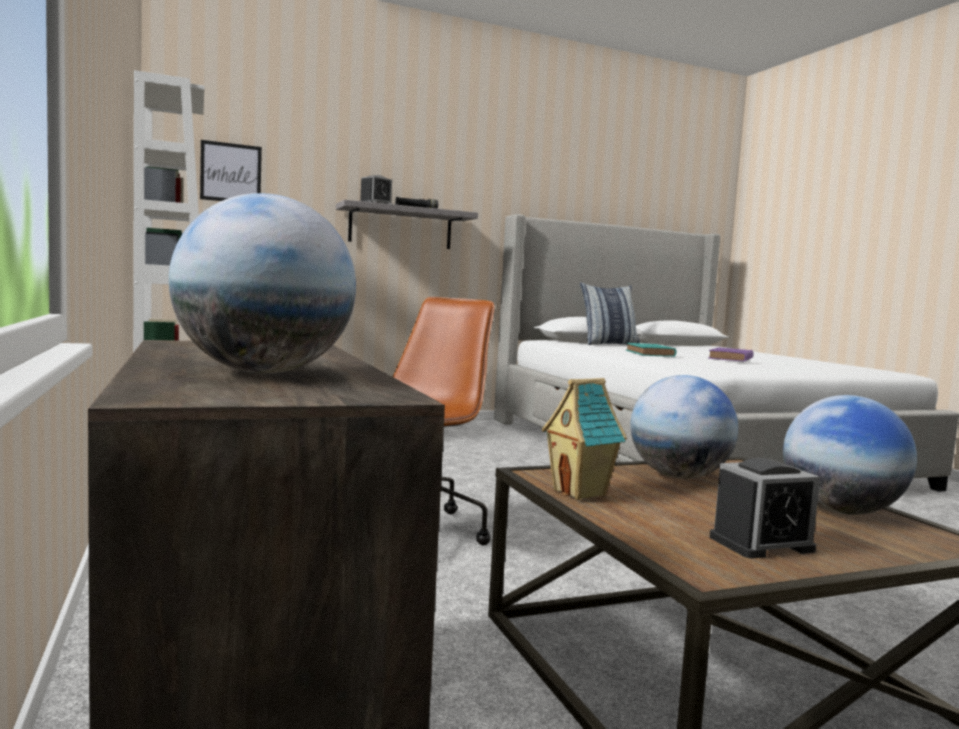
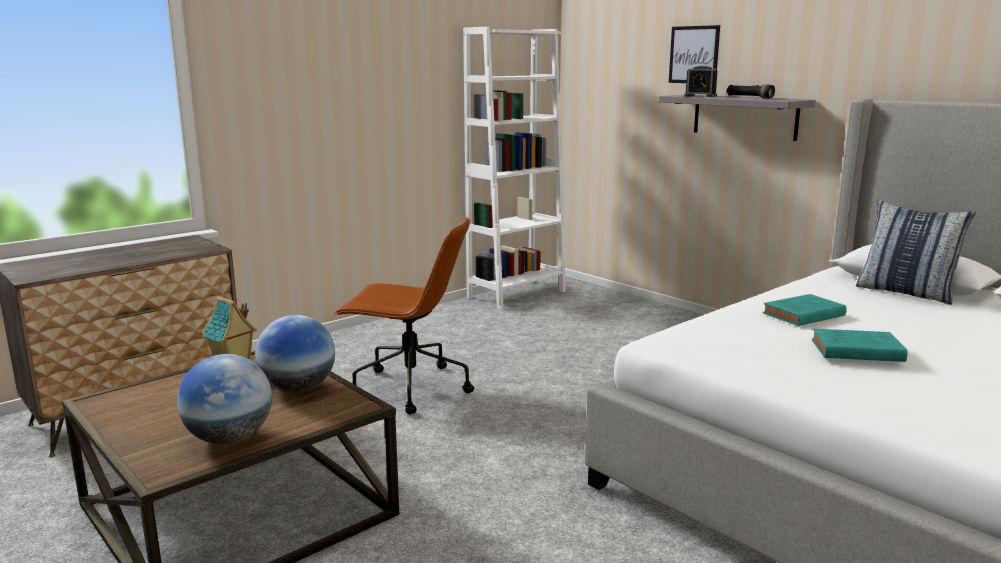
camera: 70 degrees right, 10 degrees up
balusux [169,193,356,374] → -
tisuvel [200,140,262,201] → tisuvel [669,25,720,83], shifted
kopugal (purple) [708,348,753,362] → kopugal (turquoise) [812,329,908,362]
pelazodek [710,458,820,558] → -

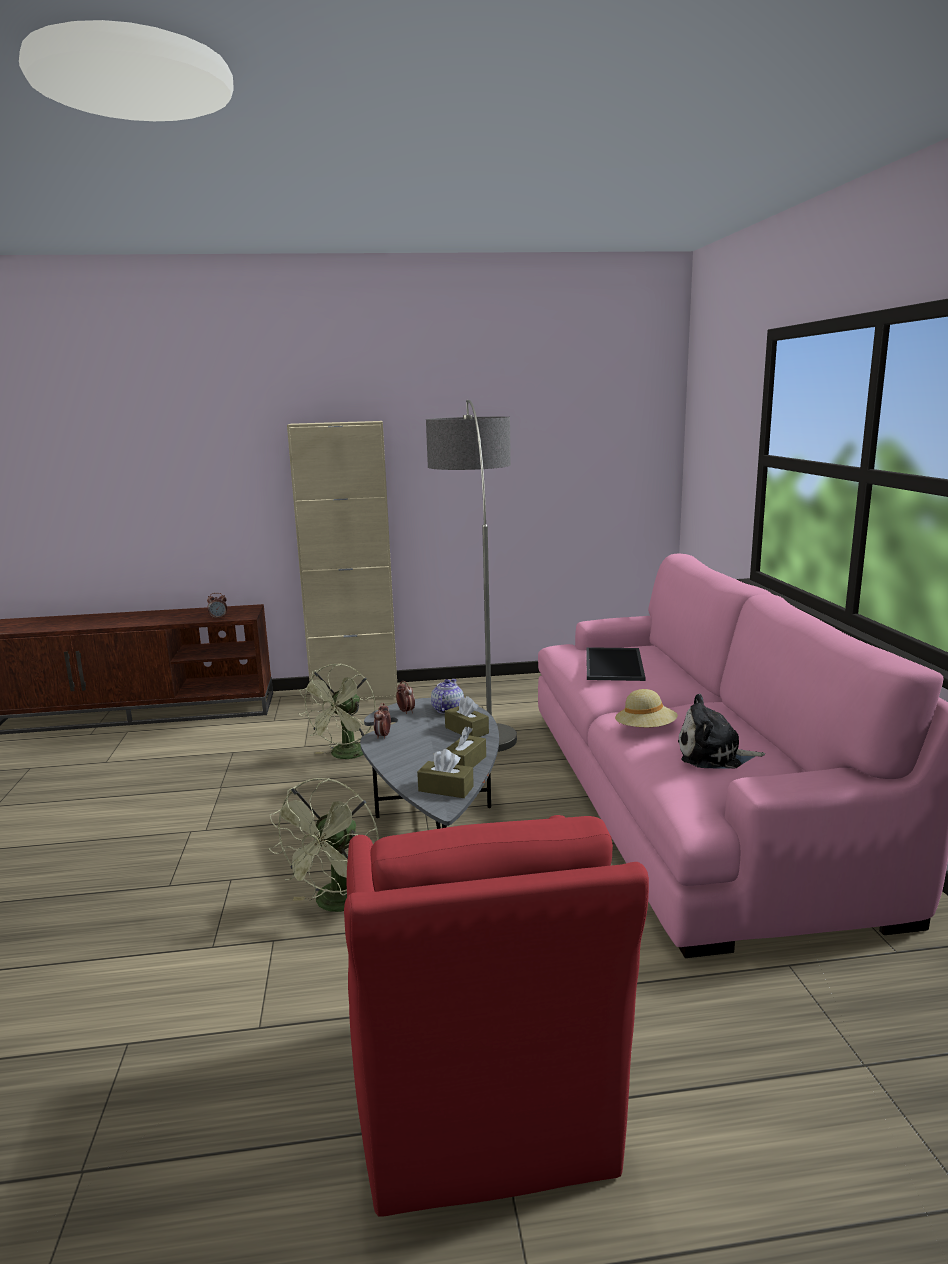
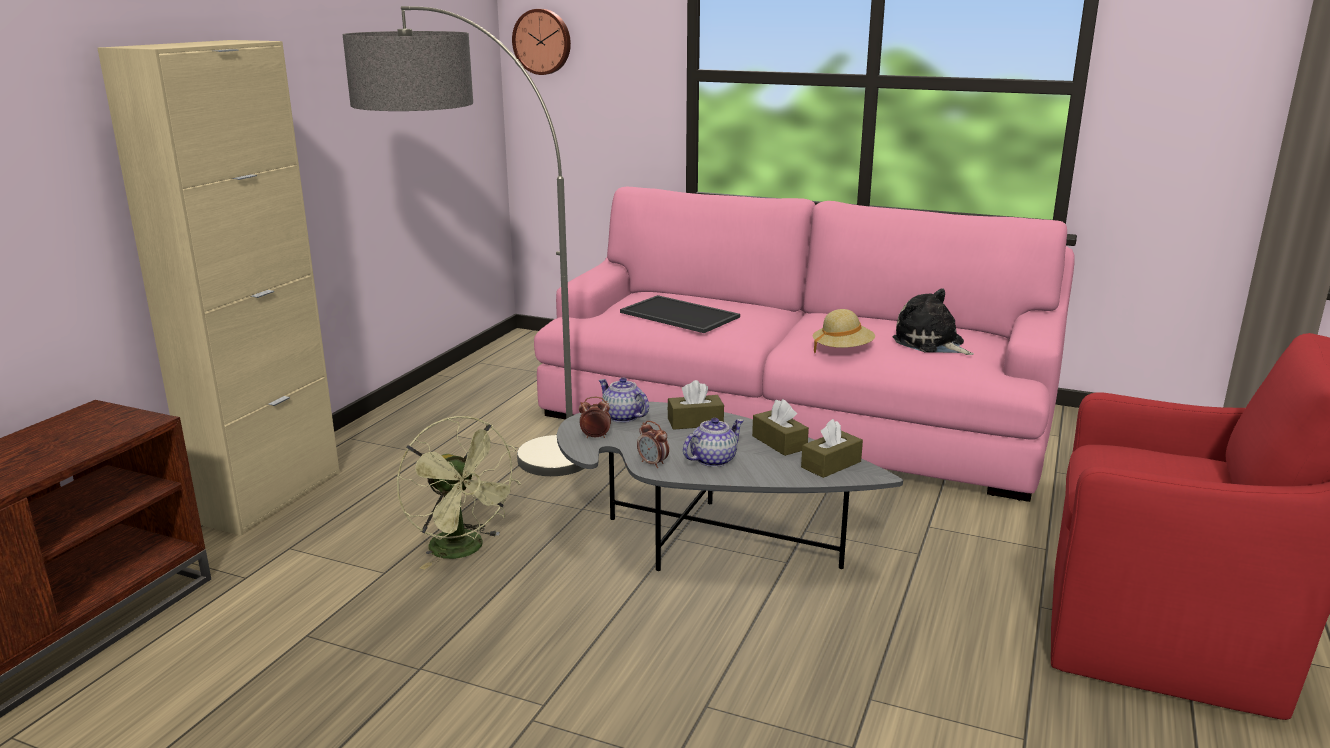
camera: 60 degrees left, 5 degrees up
pelazodek [207,593,227,619] → -
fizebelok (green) [268,778,379,912] → -
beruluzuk [678,694,765,769] → beruluzuk [893,288,974,355], 105 degrees clockwise
- → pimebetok [512,9,571,75]
- → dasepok [683,418,744,467]

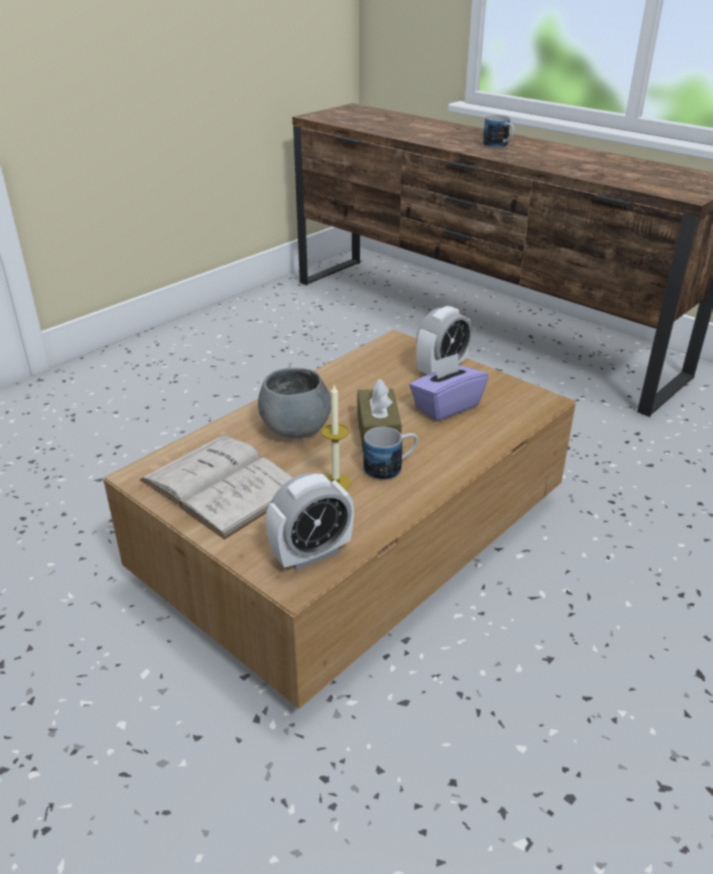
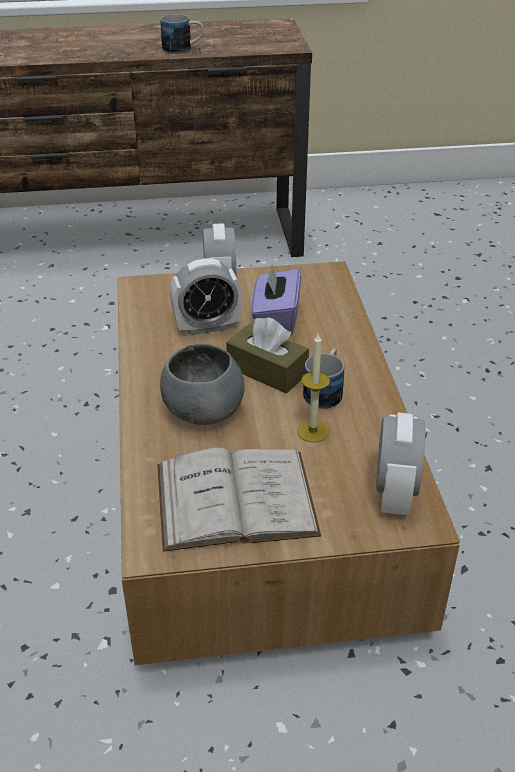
camera: 50 degrees left, 5 degrees up
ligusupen [483,115,514,148] → ligusupen [160,14,204,54], shifted
- → pelazodek [170,258,242,335]

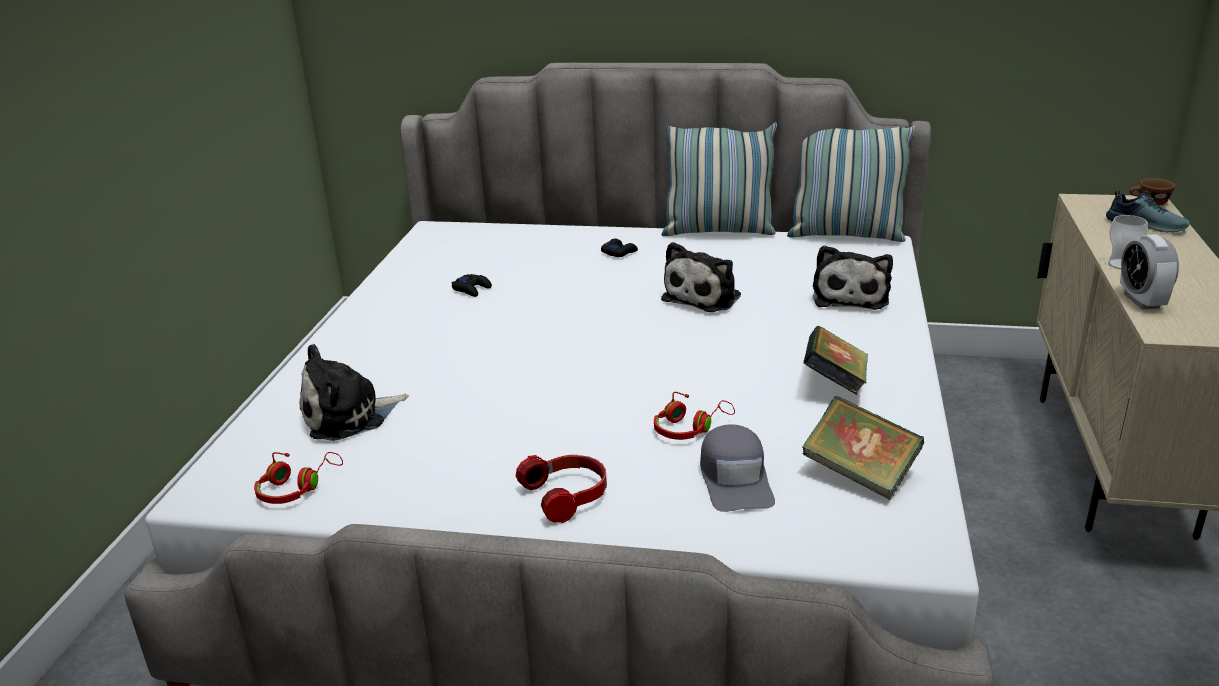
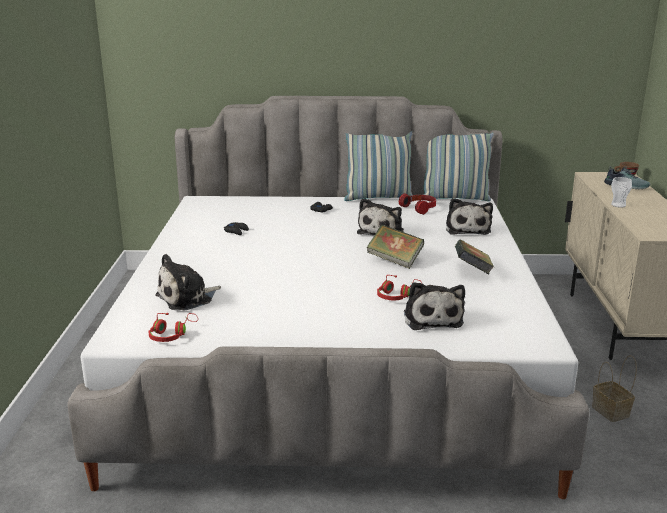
camera: 10 degrees left, 5 degrees down
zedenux [516,455,607,523] → zedenux [399,193,436,215], shifted
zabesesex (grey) [700,424,775,512] → beruluzuk [404,282,465,330]
kopugal [802,396,924,500] → kopugal [367,224,424,269], shifted
pelazodek [1120,235,1179,310] → -
- → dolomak [592,355,637,422]

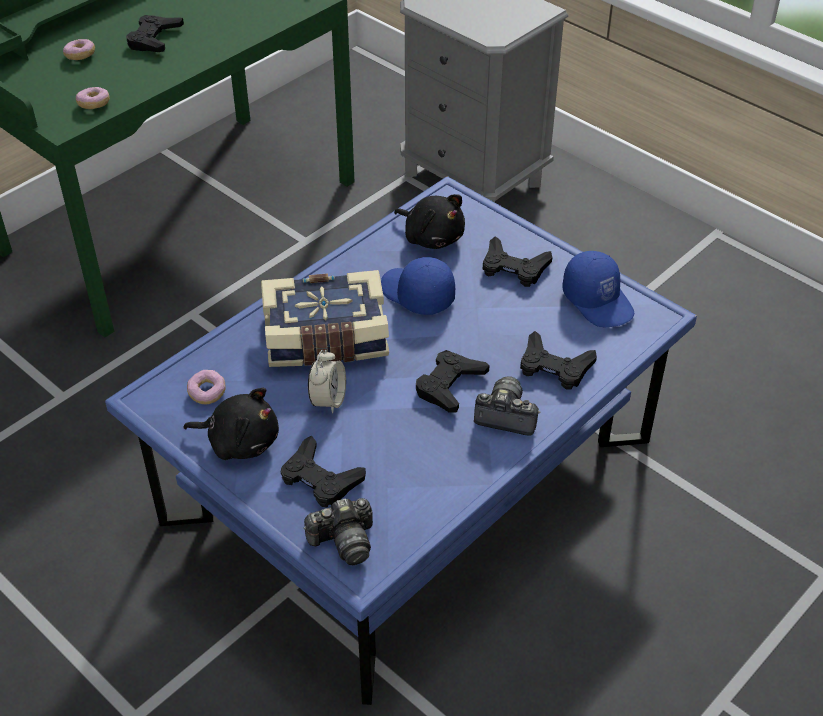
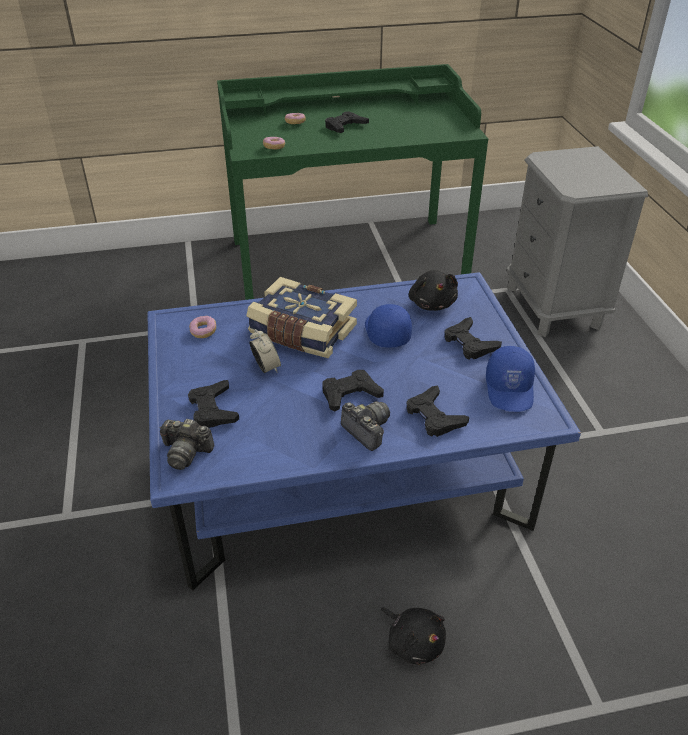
camera: 35 degrees right, 5 degrees down
beruluzuk (black) [184,388,279,460] → beruluzuk (black) [381,607,446,665], shifted
pelazodek [308,350,346,414] → pelazodek [249,329,281,373], 75 degrees counterclockwise

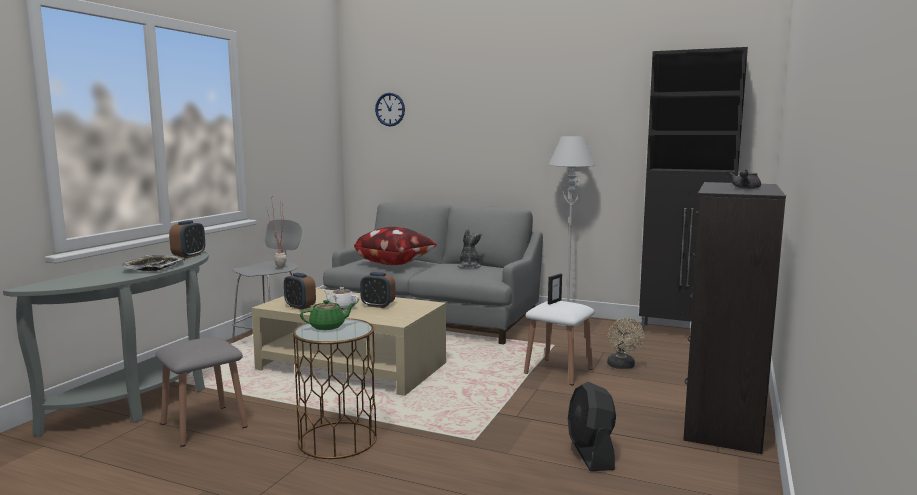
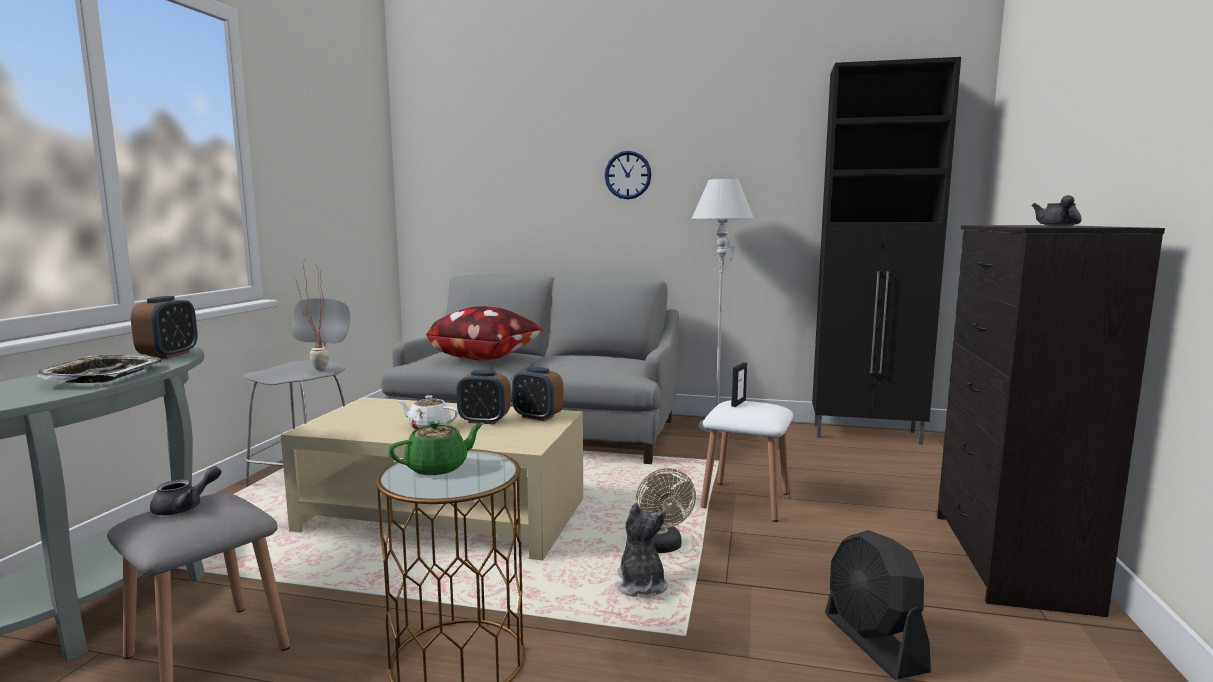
camera: 10 degrees left, 0 degrees up
pelazodek [284,273,316,310] → pelazodek [512,367,564,421], shifted
pimebetok [375,93,405,127] → pimebetok [605,151,651,199], shifted
beruluzuk [457,228,482,268] → beruluzuk [615,503,668,597], shifted
fizebelok (beige) [607,318,644,369] → fizebelok (beige) [635,468,696,553], shifted
- → dasepok (grey) [150,466,221,515]

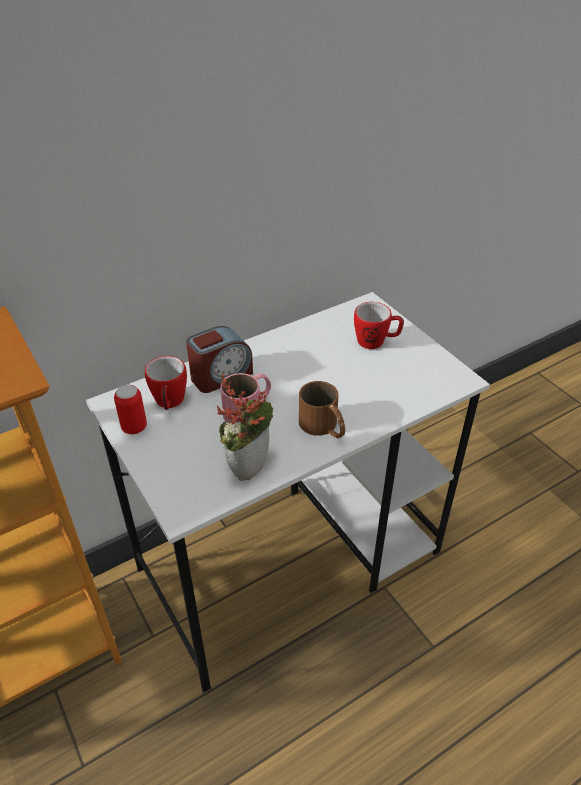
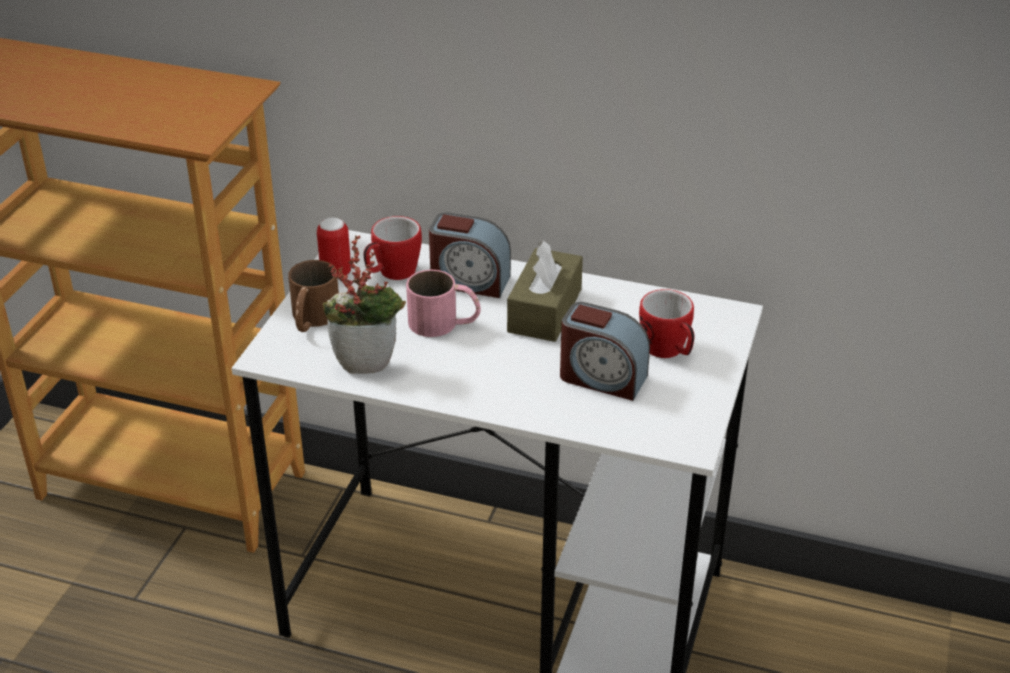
camera: 50 degrees right, 5 degrees down
ligusupen (brown) [299,381,345,438] → ligusupen (brown) [288,260,339,332], shifted
- → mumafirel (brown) [507,241,583,342]
- → pelazodek [560,302,650,401]

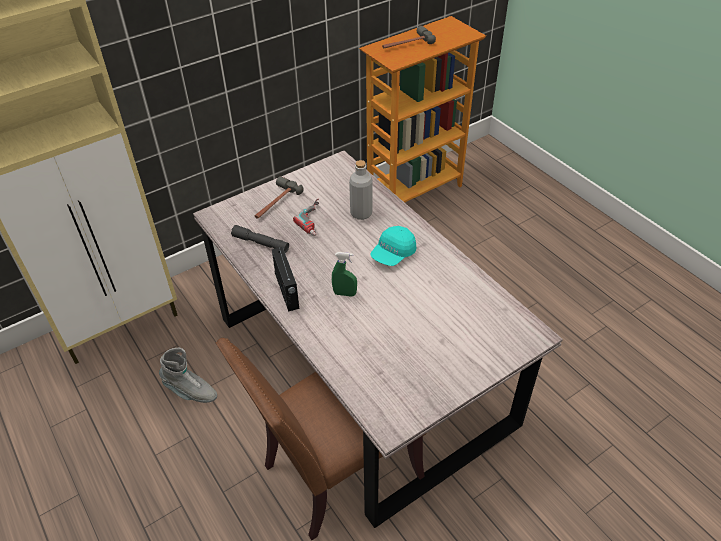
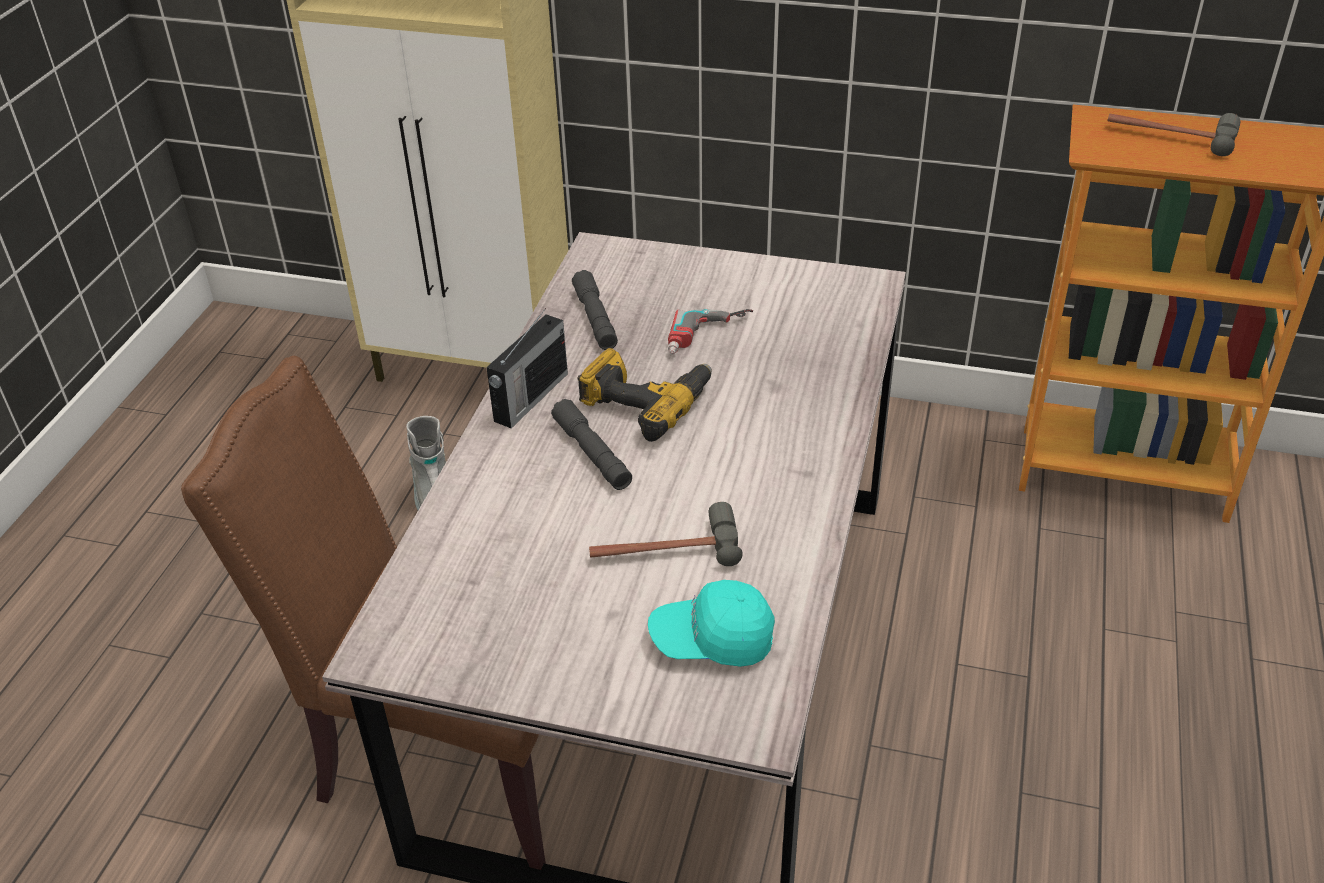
camera: 50 degrees right, 5 degrees down
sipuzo [255,176,304,219] → sipuzo [589,502,743,566], shifted
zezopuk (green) [332,252,357,296] → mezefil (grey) [551,399,632,490]
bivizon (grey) [349,160,373,220] → -
zabesesex (turquoise) [370,226,416,266] → zabesesex (turquoise) [648,580,775,667], shifted
- → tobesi [577,348,712,442]

